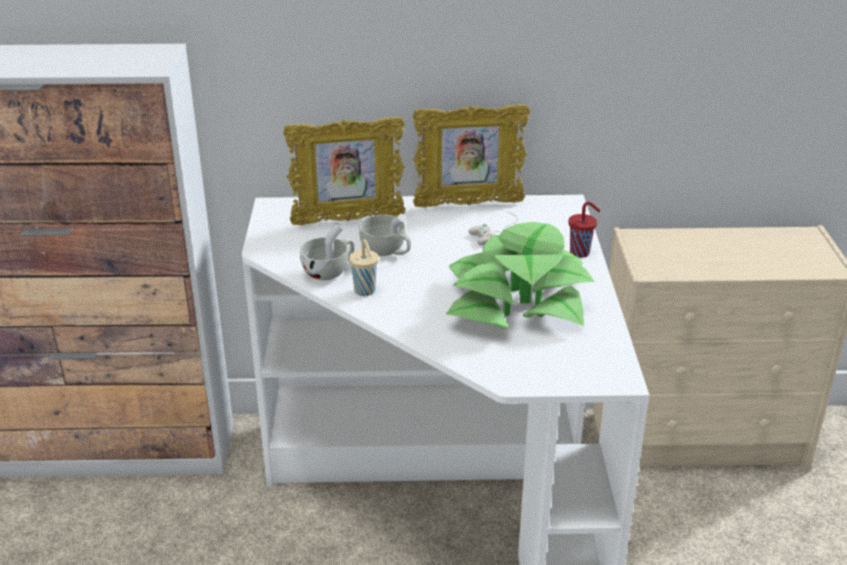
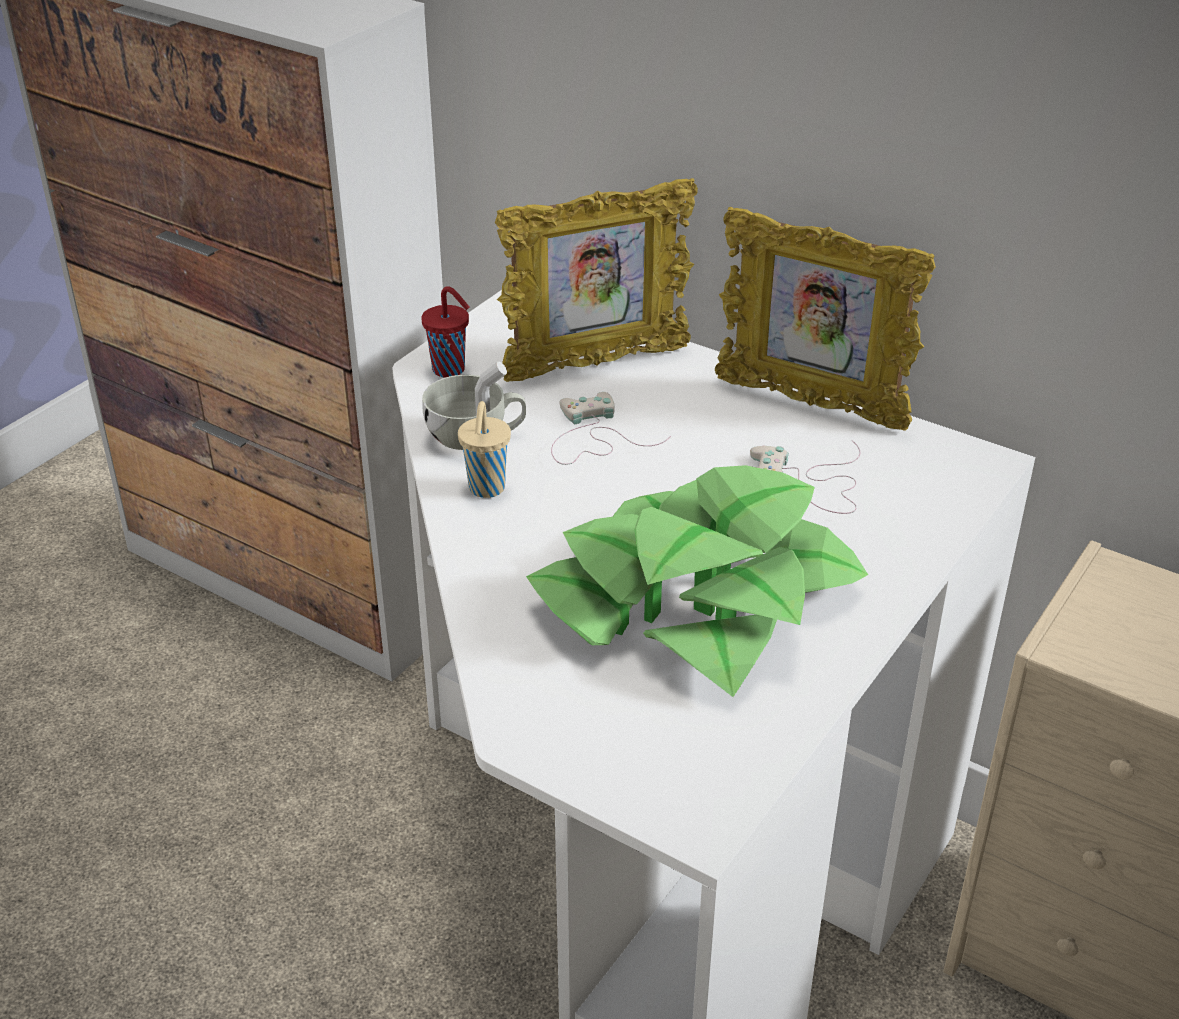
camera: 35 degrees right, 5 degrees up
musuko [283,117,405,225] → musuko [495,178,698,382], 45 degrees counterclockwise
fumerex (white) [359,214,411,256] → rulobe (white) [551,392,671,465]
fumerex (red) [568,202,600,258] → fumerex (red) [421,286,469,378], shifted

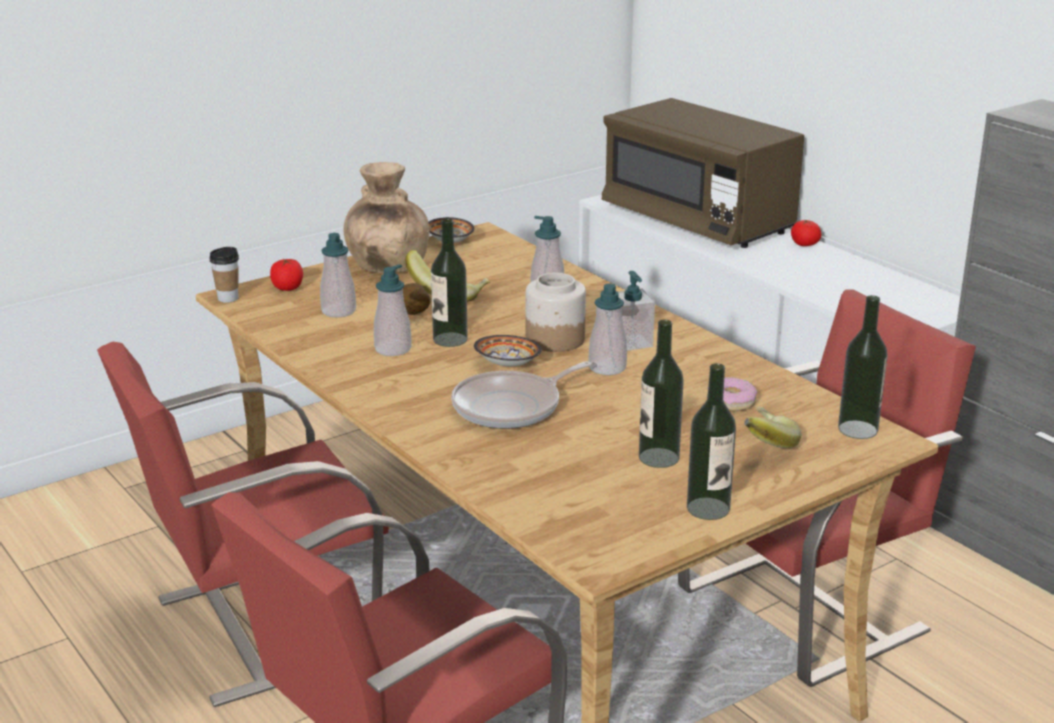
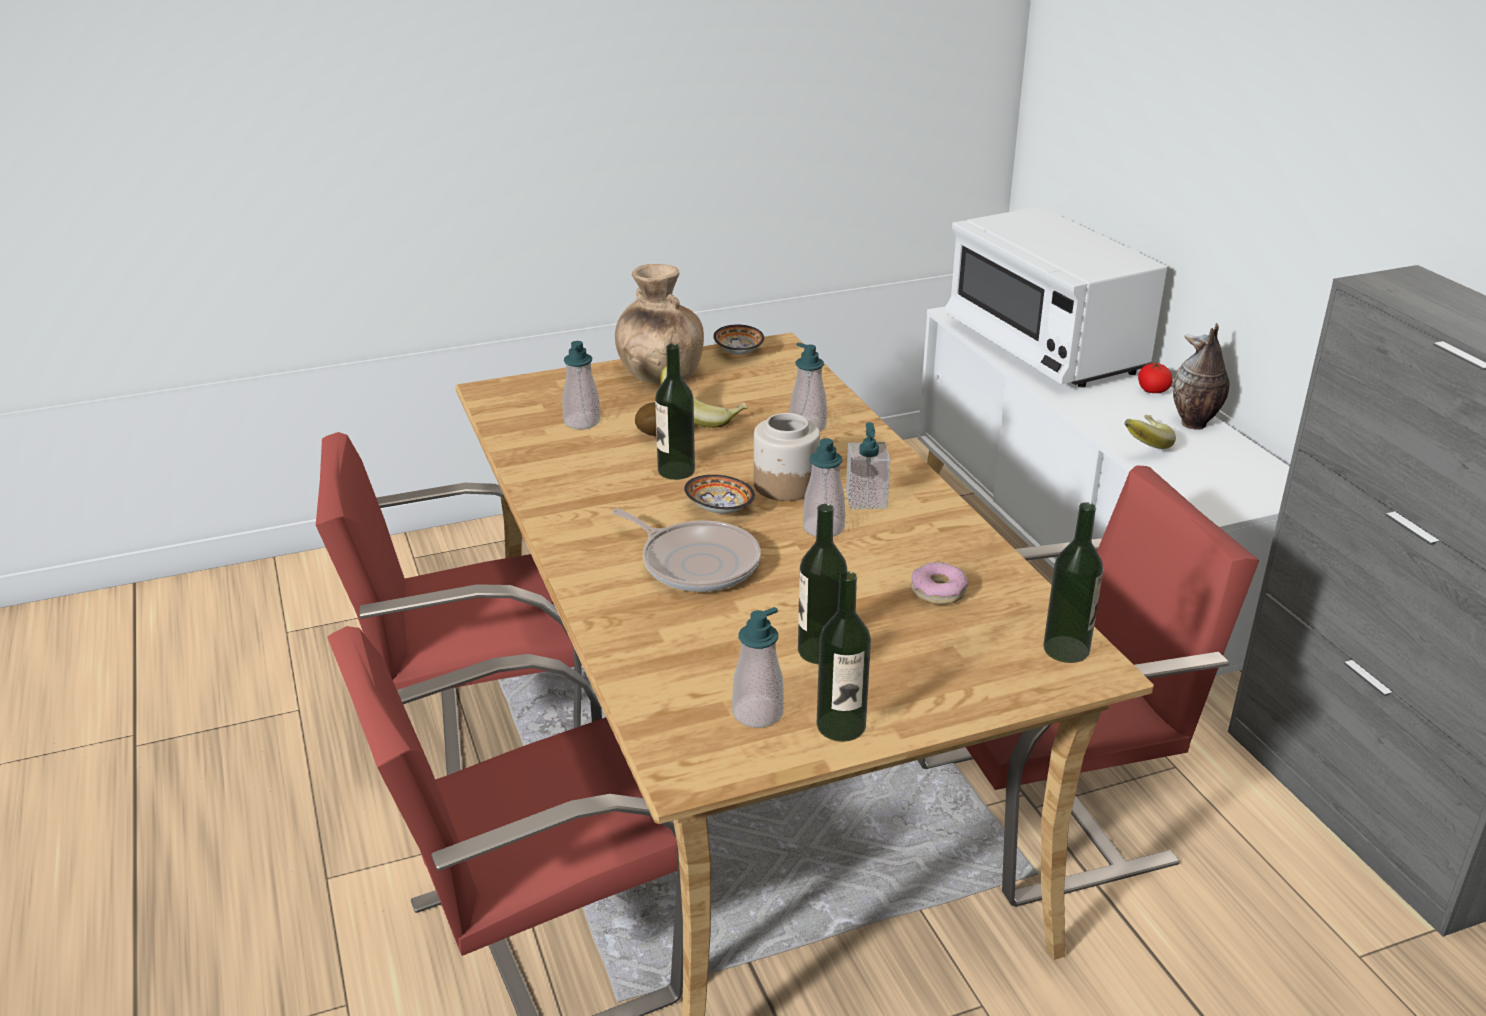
camera: 15 degrees right, 5 degrees up
fumerex [209,247,239,303] → -
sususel [270,259,303,291] → -
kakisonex [374,264,412,356] → kakisonex [732,607,784,728], shifted
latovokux [451,361,592,429] → latovokux [612,508,761,592], 120 degrees counterclockwise
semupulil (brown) [602,98,804,248] → semupulil (white) [945,207,1167,388]
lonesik [744,407,801,448] → lonesik [1124,415,1176,449], shifted
- → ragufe [1173,323,1230,430]

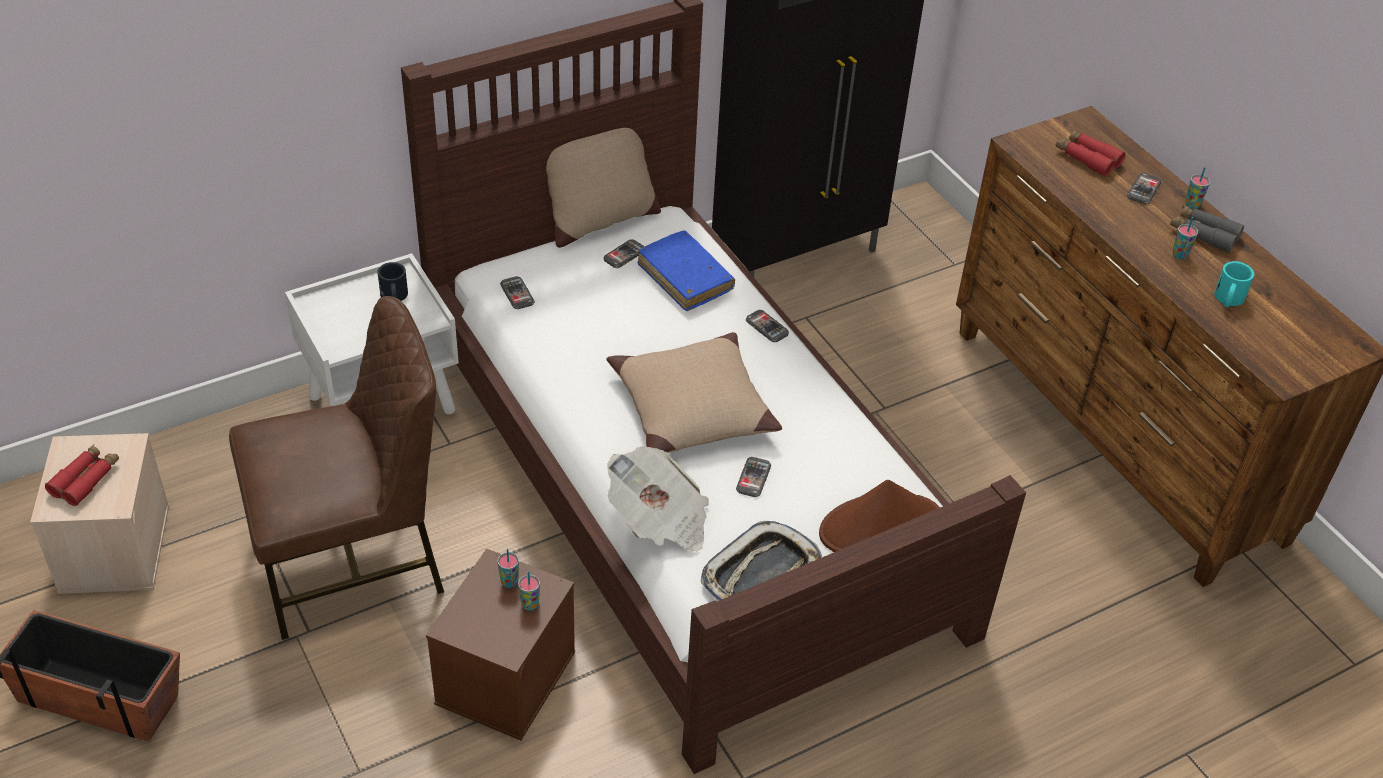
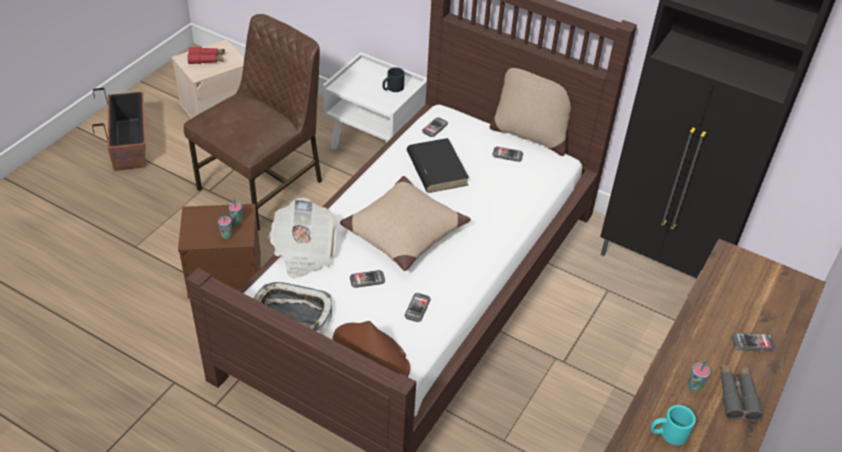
camera: 60 degrees right, 0 degrees up
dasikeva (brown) [229,296,444,640] → dasikeva (brown) [184,14,322,231], 90 degrees counterclockwise
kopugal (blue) [638,231,735,311] → -
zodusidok [746,310,789,342] → zodusidok [404,293,431,322], shifted
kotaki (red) [1056,130,1125,176] → -
fumerex [1185,167,1210,209] → -
- → kopugal (black) [407,138,469,193]

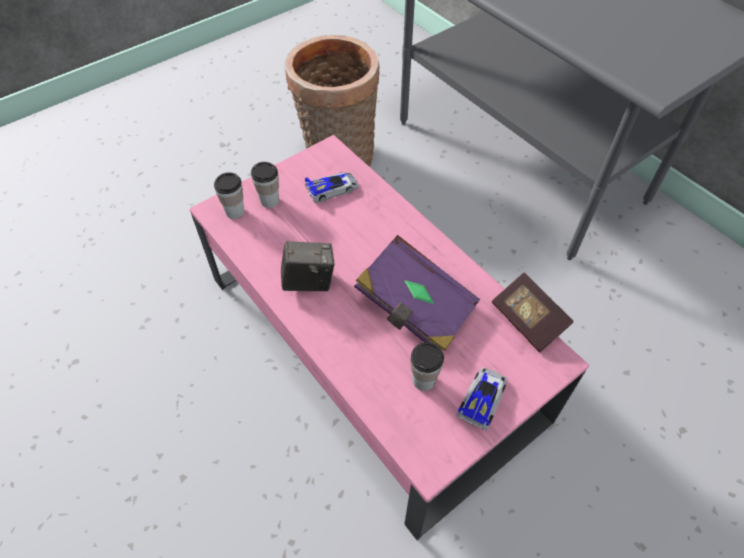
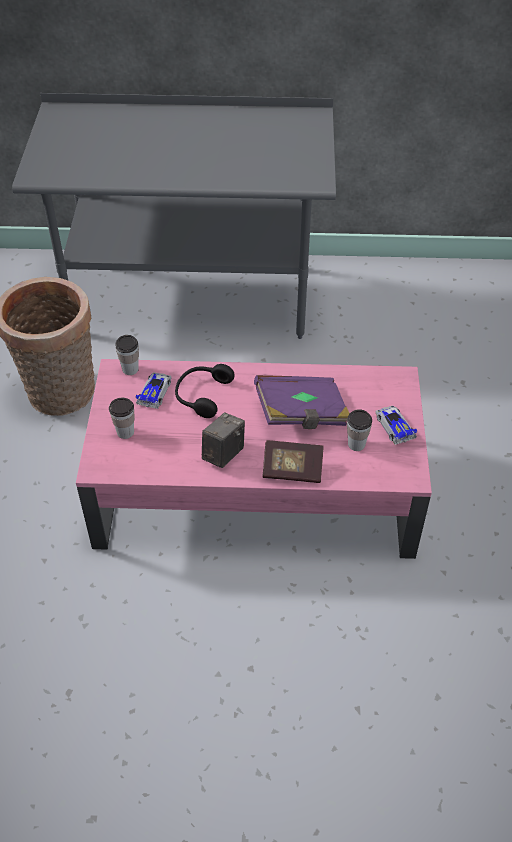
camera: 50 degrees left, 5 degrees down
fumerex [214,172,245,219] → fumerex [115,335,139,375], shifted
kopugal [492,272,573,352] → kopugal [263,440,324,483], shifted
- → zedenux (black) [175,364,235,418]

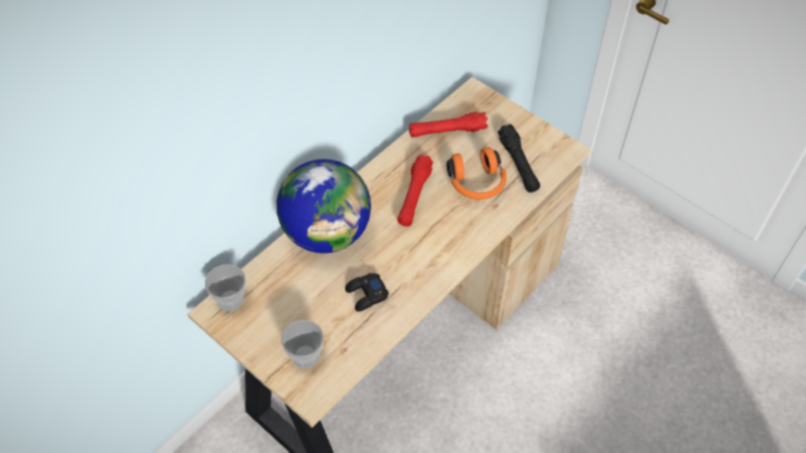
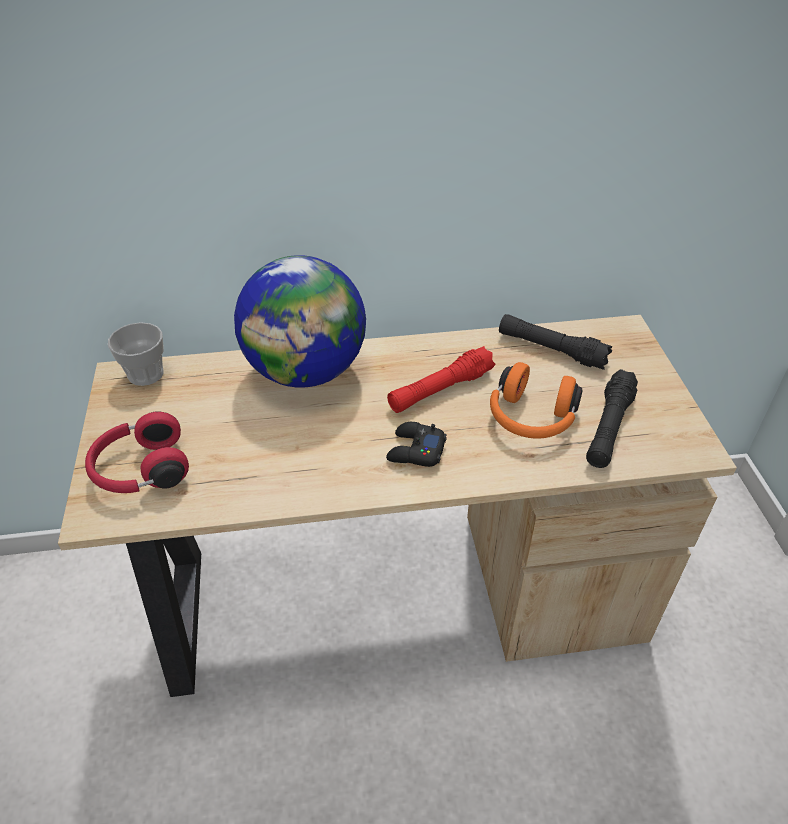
camera: 40 degrees right, 10 degrees down
fumerex [281,320,323,368] → zedenux (red) [85,411,189,493]
rulobe (black) [345,273,389,312] → rulobe (black) [386,422,447,467], shifted
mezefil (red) [409,112,488,137] → mezefil (black) [499,314,612,370]

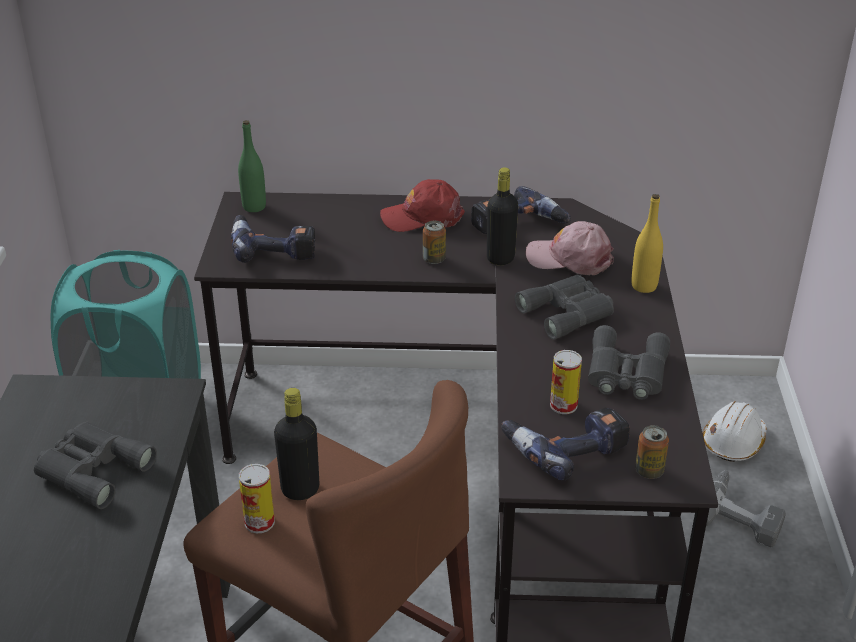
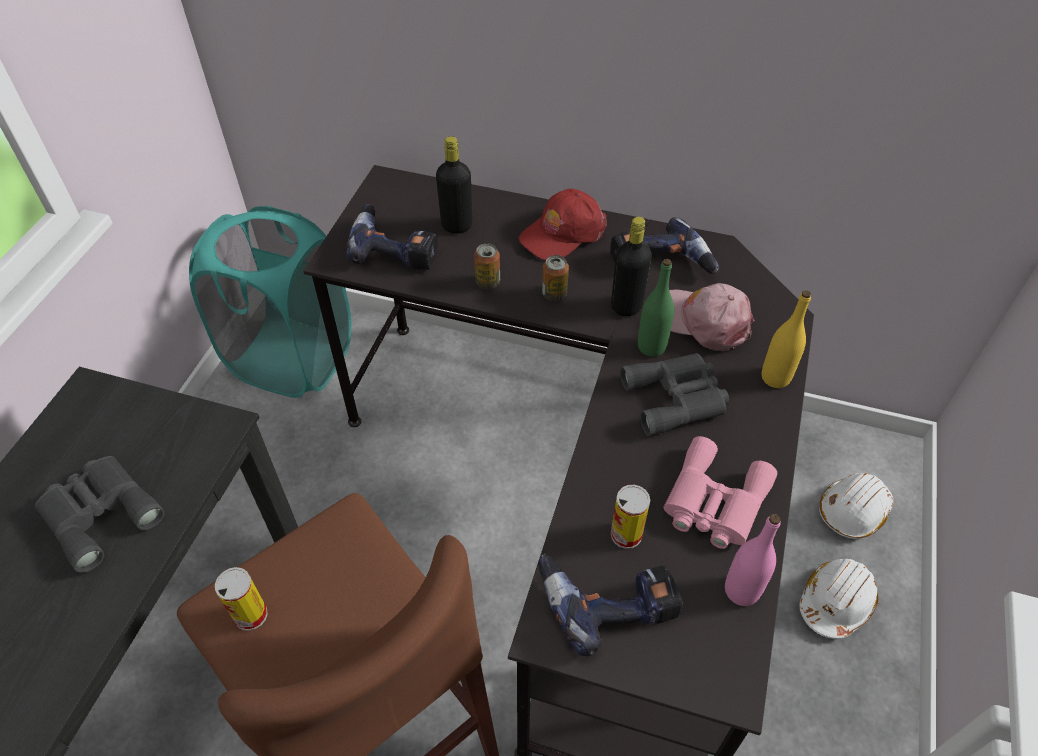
camera: 15 degrees right, 15 degrees up
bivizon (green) [238,120,266,212] → bivizon (green) [638,259,674,357], shifted
bivizon (black) [274,388,319,500] → bivizon (black) [436,136,472,234], shifted
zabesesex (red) [380,179,465,232] → zabesesex (red) [519,189,607,260], 45 degrees counterclockwise
kotaki (grey) [588,325,670,400] → kotaki (pink) [664,436,777,549]
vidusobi [635,425,669,479] → vidusobi [474,243,500,289], shifted
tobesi [706,470,786,547] → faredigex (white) [800,559,878,639]
- → bivizon (pink) [725,514,781,606]

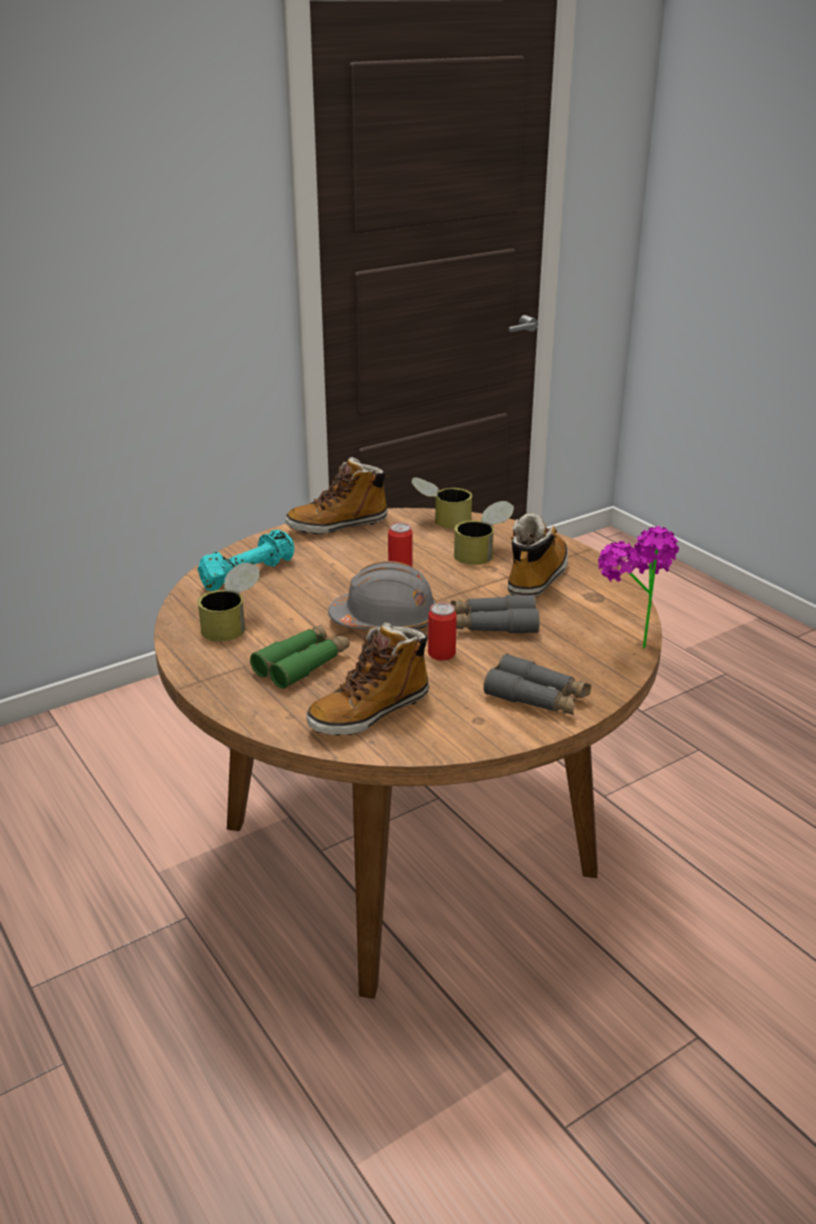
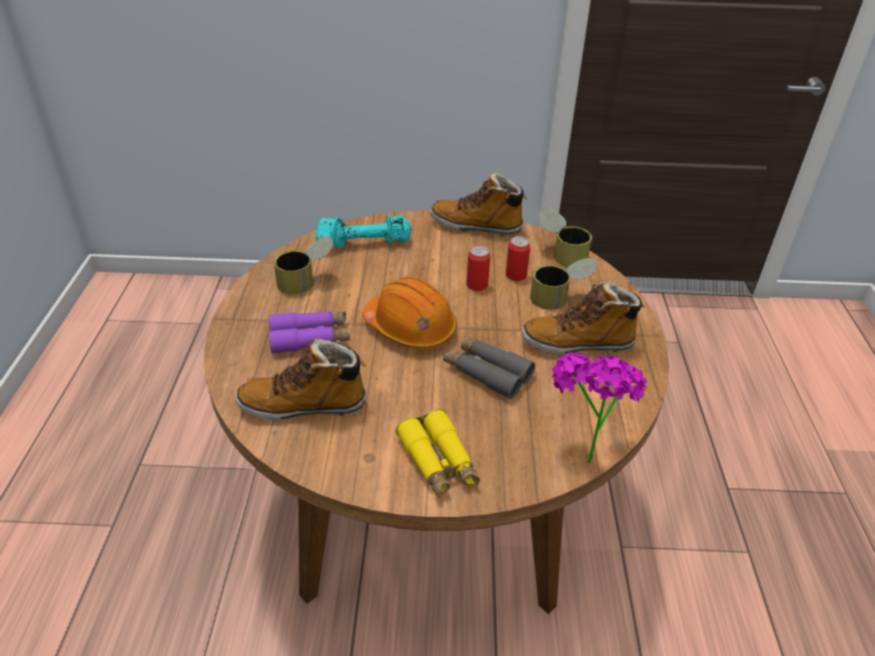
camera: 35 degrees right, 10 degrees up
kotaki (green) [250,625,350,689] → kotaki (purple) [268,312,350,353]
faredigex (grey) [328,561,438,630] → faredigex (orange) [363,277,457,349]
vidusobi [428,602,457,661] → vidusobi [506,236,530,281], shifted
kotaki (grey) [483,654,591,715] → kotaki (yellow) [396,409,480,498]
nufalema [508,513,568,597] → nufalema [522,281,646,355], 150 degrees counterclockwise

